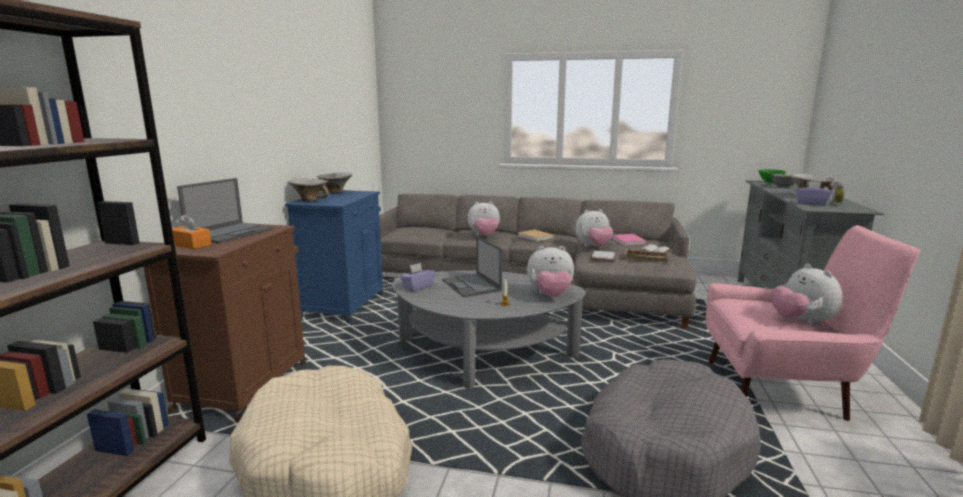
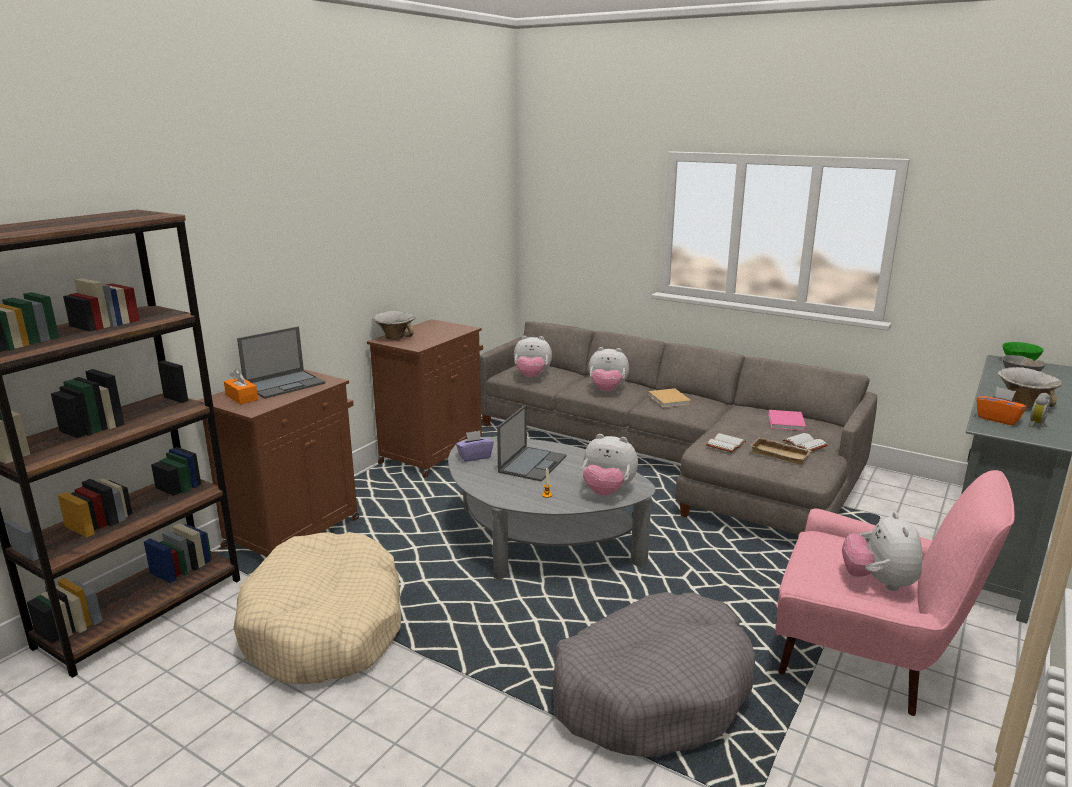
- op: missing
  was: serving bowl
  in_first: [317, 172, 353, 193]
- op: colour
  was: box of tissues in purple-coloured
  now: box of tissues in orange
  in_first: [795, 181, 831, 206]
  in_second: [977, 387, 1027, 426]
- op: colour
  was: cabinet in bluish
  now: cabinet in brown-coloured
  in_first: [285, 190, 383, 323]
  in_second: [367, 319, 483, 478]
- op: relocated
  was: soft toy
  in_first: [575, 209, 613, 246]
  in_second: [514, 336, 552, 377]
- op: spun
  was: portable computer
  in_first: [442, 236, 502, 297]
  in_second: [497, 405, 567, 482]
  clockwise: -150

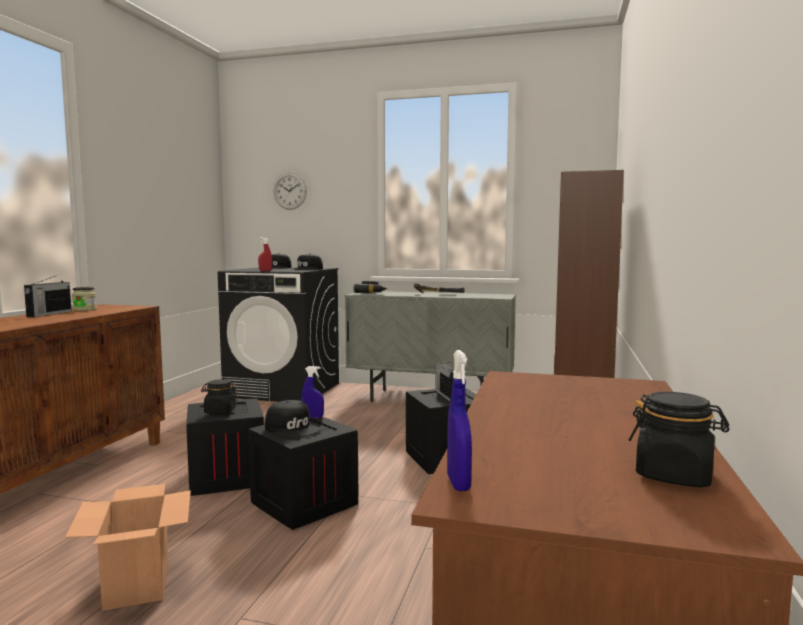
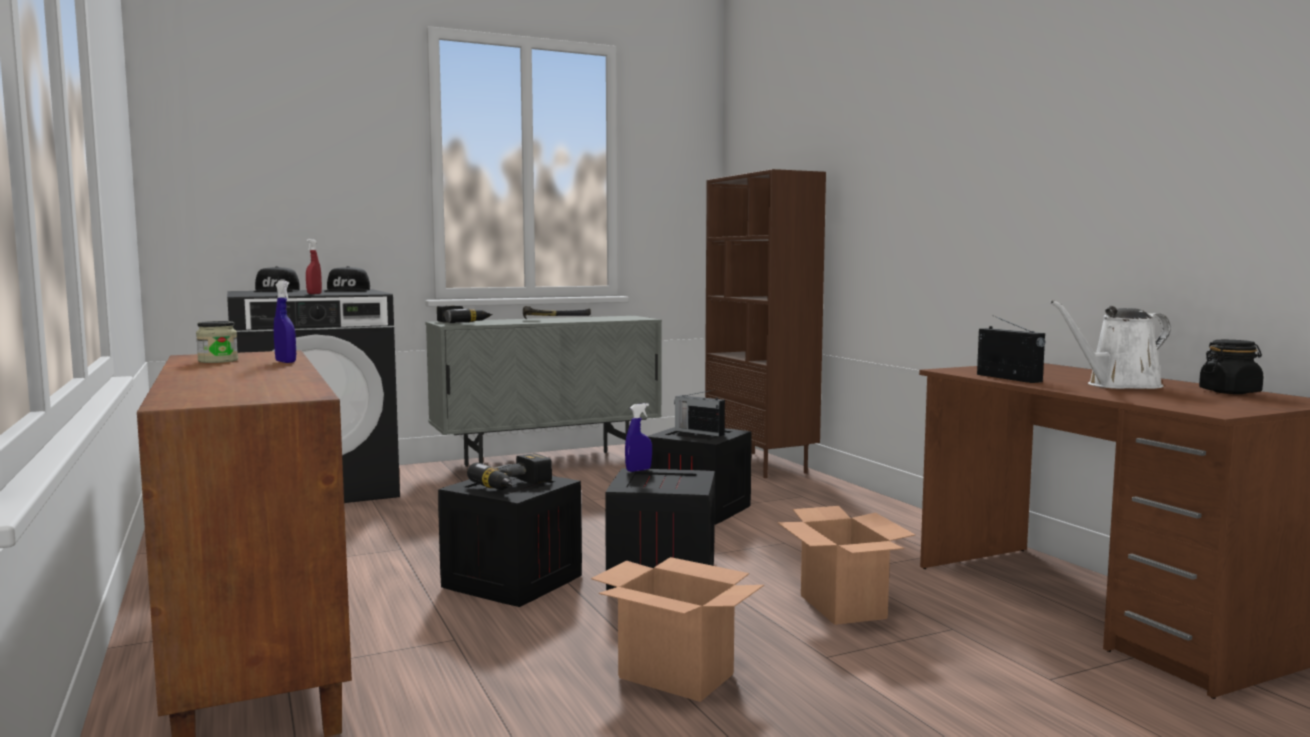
- op: missing
  was: hanging clock
  in_first: [273, 173, 307, 210]
- op: relocated
  was: radio receiver
  in_first: [24, 275, 72, 317]
  in_second: [977, 315, 1046, 383]
- op: relocated
  was: spray bottle in bluish
  in_first: [447, 350, 472, 491]
  in_second: [274, 281, 296, 363]
- op: exchanged
  was: jar in black
  now: electric drill
  in_first: [201, 379, 237, 414]
  in_second: [467, 453, 552, 490]
- op: missing
  was: baseball cap in black
  in_first: [265, 400, 320, 438]
- op: appeared
  now: watering pot in white-coloured
  in_second: [1050, 300, 1171, 389]
- op: appeared
  now: cardboard box
  in_second: [778, 506, 915, 625]

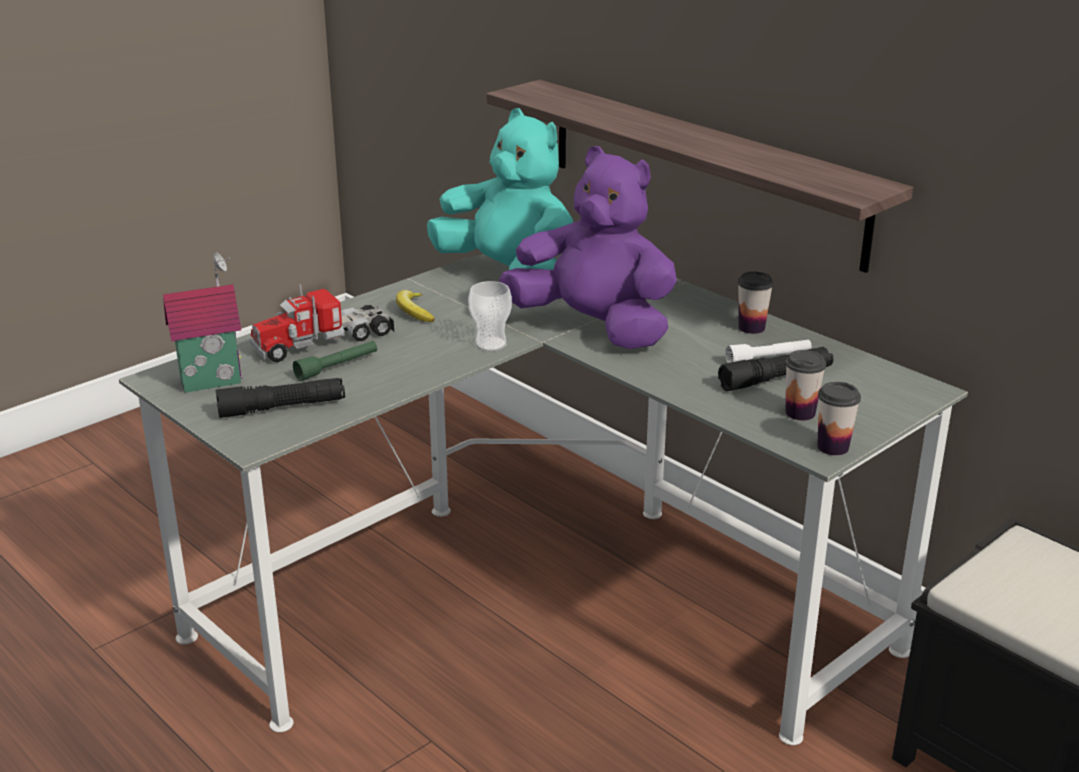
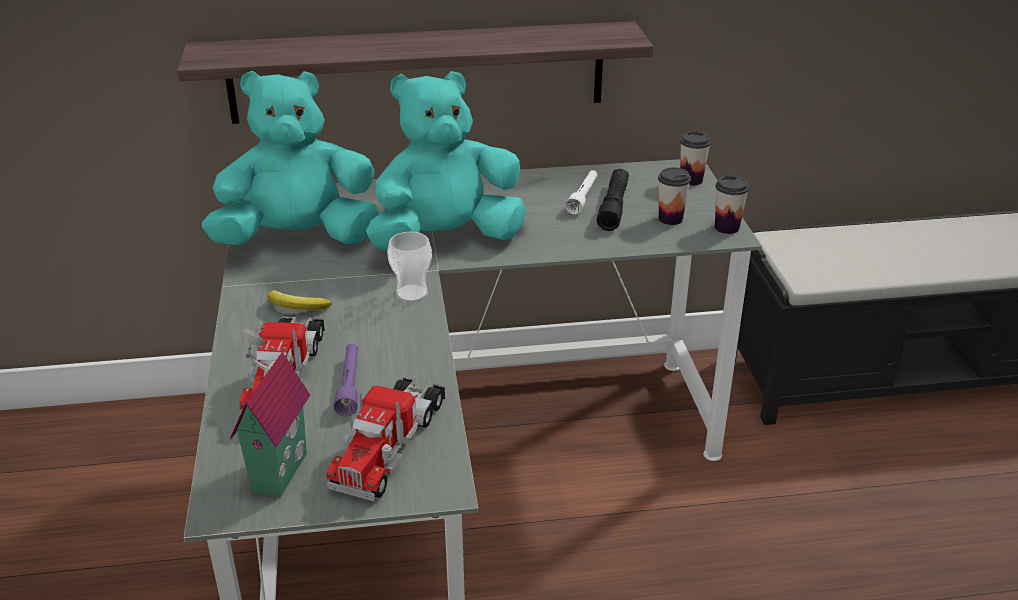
- op: colour
  was: soft toy in purple-coloured
  now: soft toy in blue-green
  in_first: [499, 146, 677, 349]
  in_second: [366, 71, 526, 250]
- op: relocated
  was: drinking cup
  in_first: [738, 271, 774, 334]
  in_second: [680, 131, 711, 186]
- op: colour
  was: torch in green
  now: torch in purple-coloured
  in_first: [293, 341, 377, 381]
  in_second: [334, 344, 358, 416]
- op: exchanged
  was: torch in black
  now: model truck
  in_first: [216, 378, 345, 418]
  in_second: [326, 377, 445, 501]

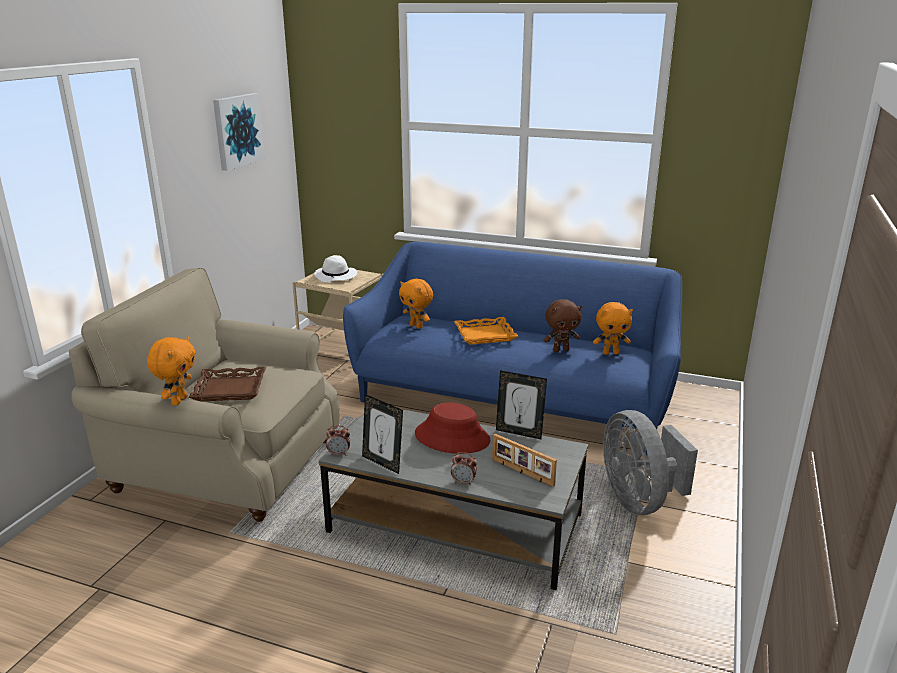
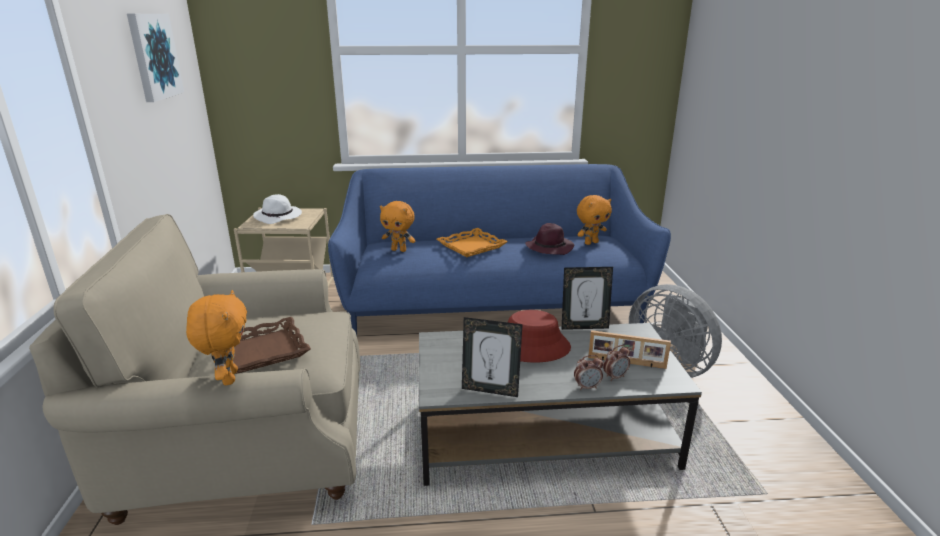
- op: exchanged
  was: soft toy in brown-coloured
  now: wearable hat in purple-coloured
  in_first: [544, 299, 582, 352]
  in_second: [525, 223, 574, 255]
- op: relocated
  was: table clock
  in_first: [326, 425, 350, 456]
  in_second: [603, 345, 630, 381]

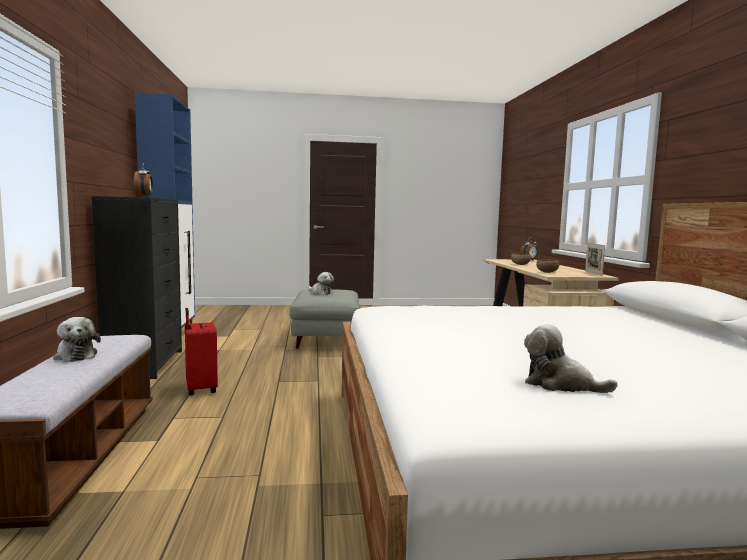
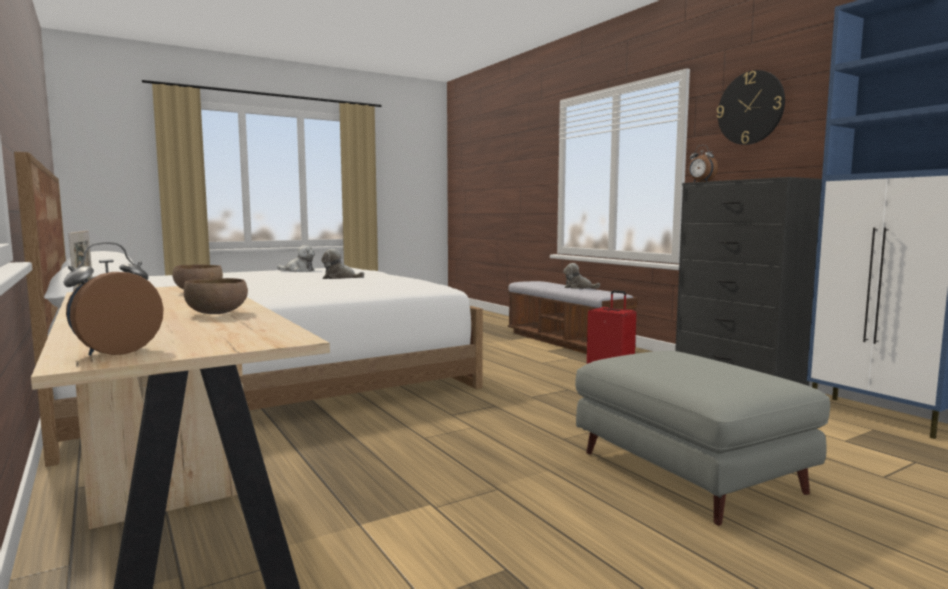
- op: relocated
  was: soft toy
  in_first: [308, 272, 334, 295]
  in_second: [321, 249, 364, 279]
- op: appeared
  now: hanging clock
  in_second: [717, 70, 785, 145]

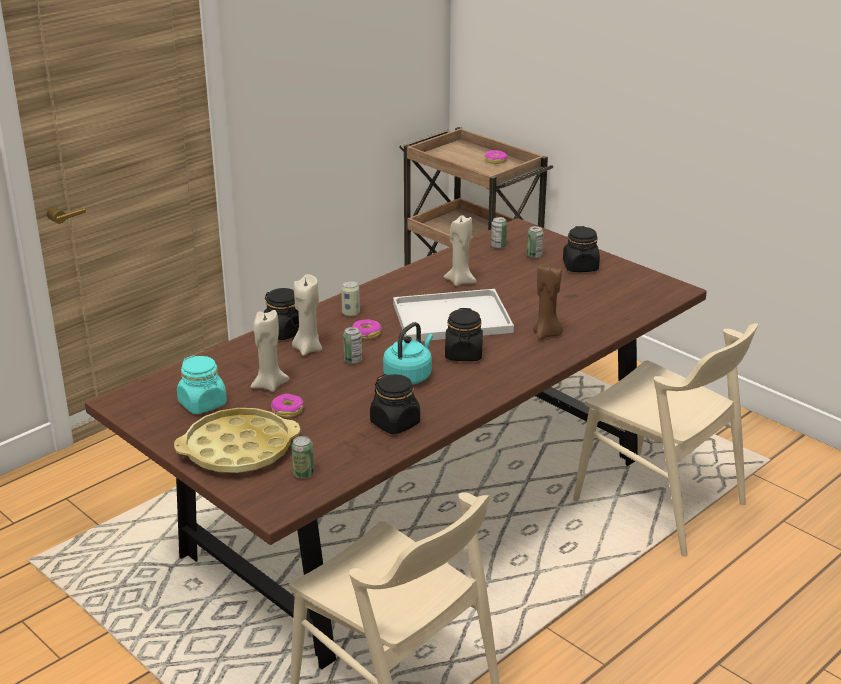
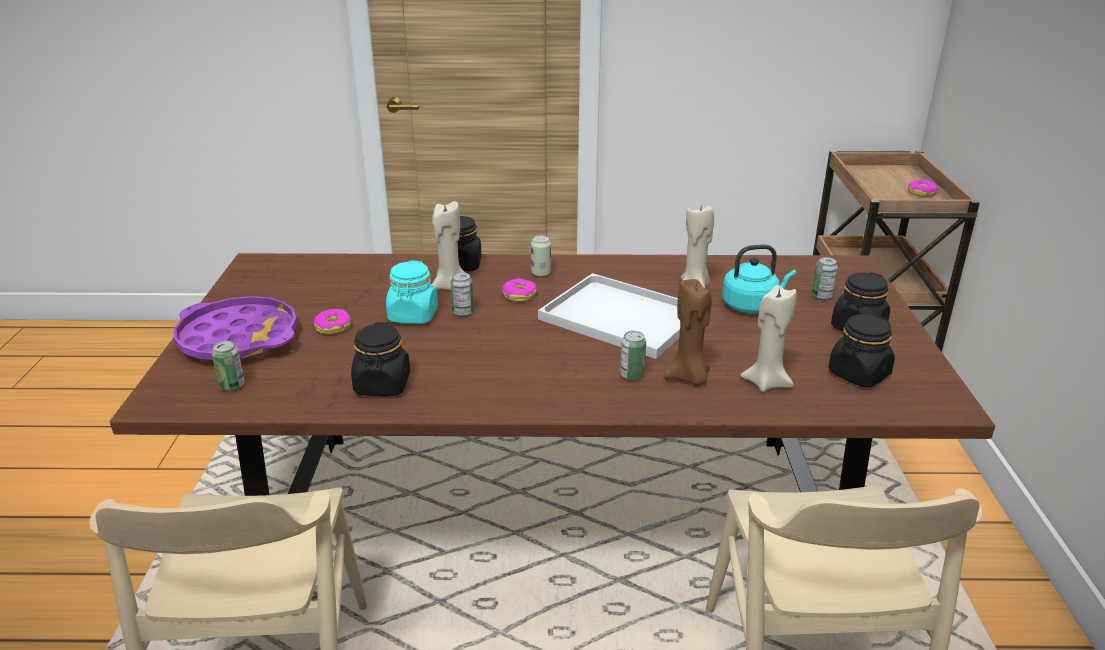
- op: relocated
  was: sealed can
  in_first: [491, 217, 507, 249]
  in_second: [620, 331, 646, 380]
- op: relocated
  was: jar in black
  in_first: [445, 308, 483, 361]
  in_second: [828, 314, 895, 387]
- op: relocated
  was: wax light in beige
  in_first: [251, 310, 290, 392]
  in_second: [741, 285, 797, 392]
- op: relocated
  was: water kettle in blue-green
  in_first: [383, 322, 433, 385]
  in_second: [722, 245, 796, 314]
- op: relocated
  was: jar in blue-green
  in_first: [177, 355, 227, 414]
  in_second: [386, 260, 438, 324]
- op: colour
  was: carrying tray in yellowish
  now: carrying tray in purple-coloured
  in_first: [174, 408, 300, 473]
  in_second: [174, 296, 297, 361]

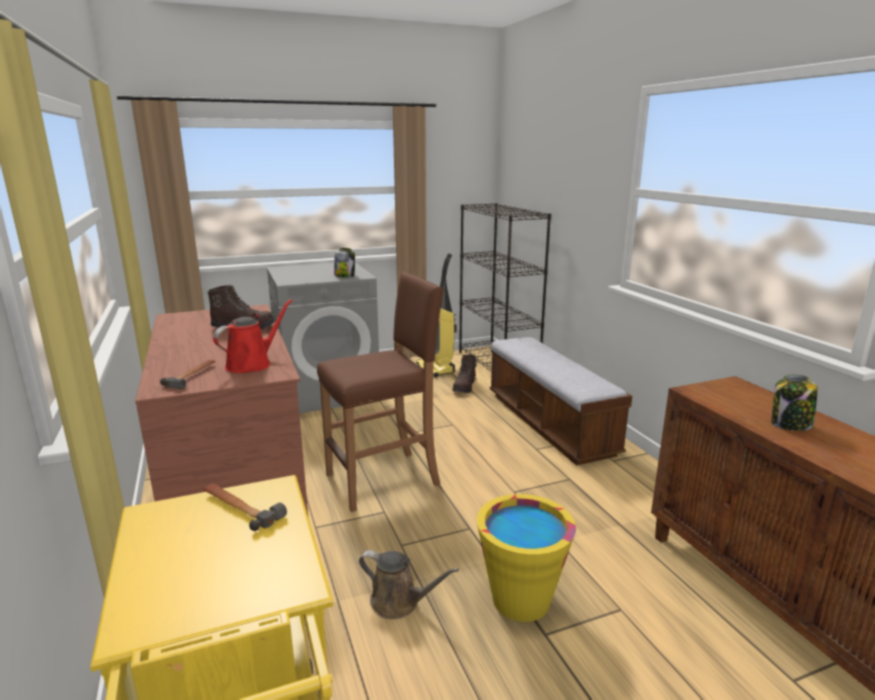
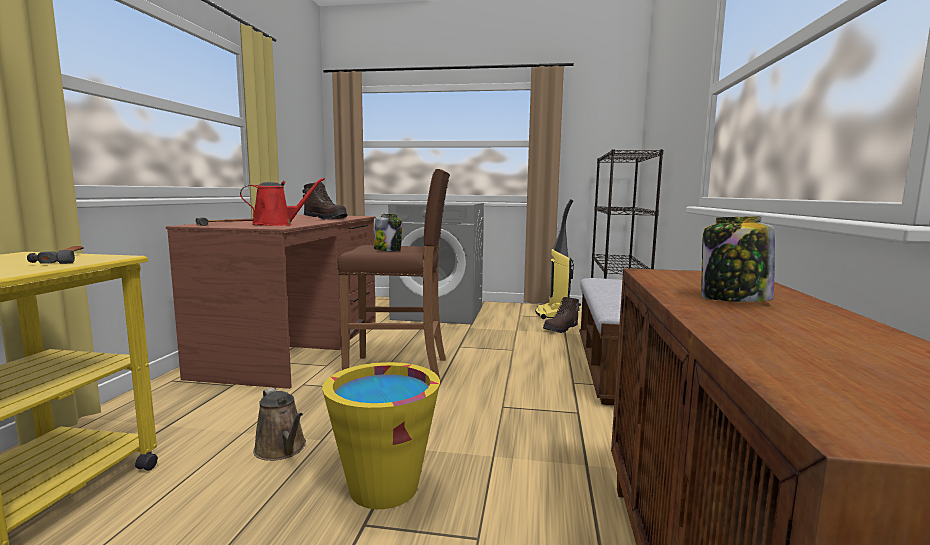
- op: relocated
  was: jar
  in_first: [334, 248, 355, 278]
  in_second: [374, 214, 402, 251]

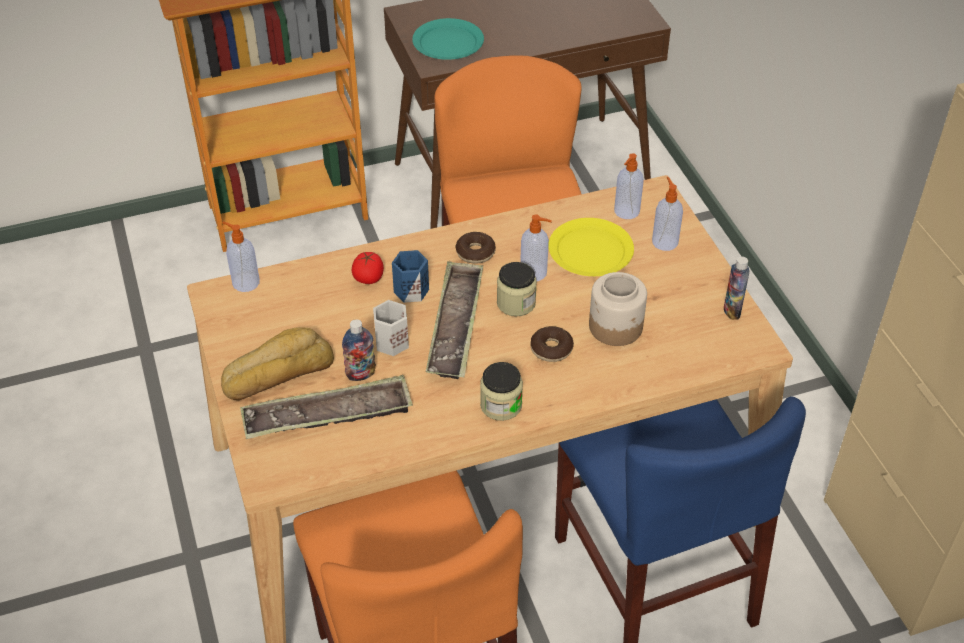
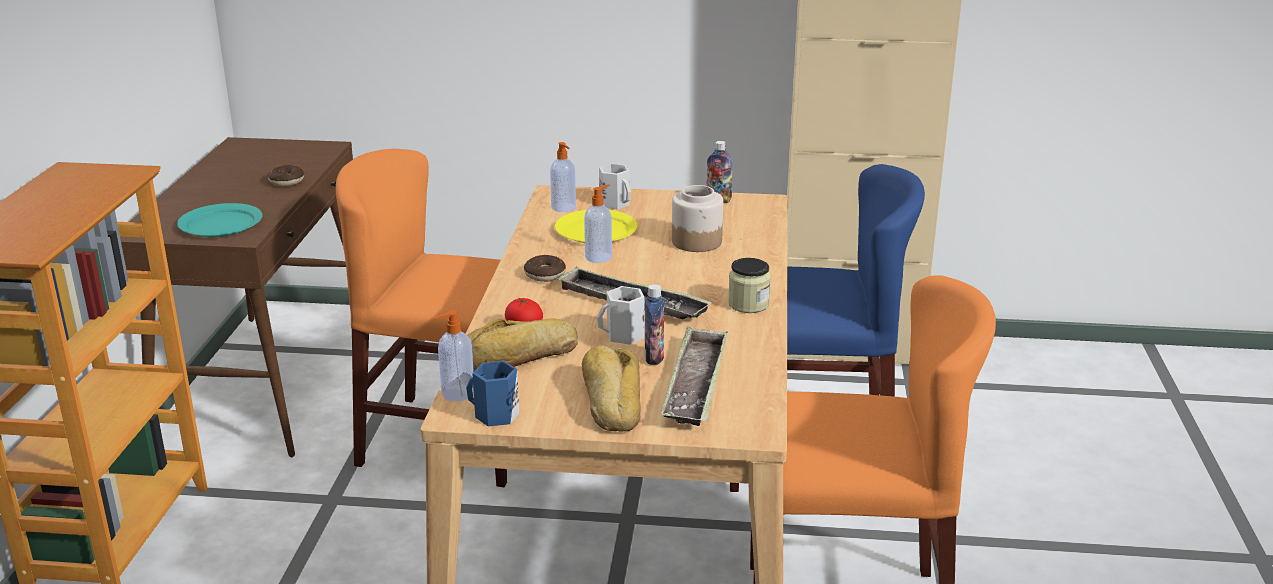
- op: exchanged
  was: soap bottle
  now: coffee mug in white-coloured
  in_first: [652, 177, 683, 251]
  in_second: [599, 164, 631, 209]
- op: relocated
  was: coffee mug in bluish
  in_first: [392, 250, 429, 303]
  in_second: [466, 361, 519, 426]
- op: missing
  was: jar
  in_first: [497, 262, 537, 316]
- op: relocated
  was: doughnut
  in_first: [530, 326, 574, 362]
  in_second: [268, 165, 304, 187]
- op: appeared
  now: bread
  in_second: [467, 318, 578, 371]

